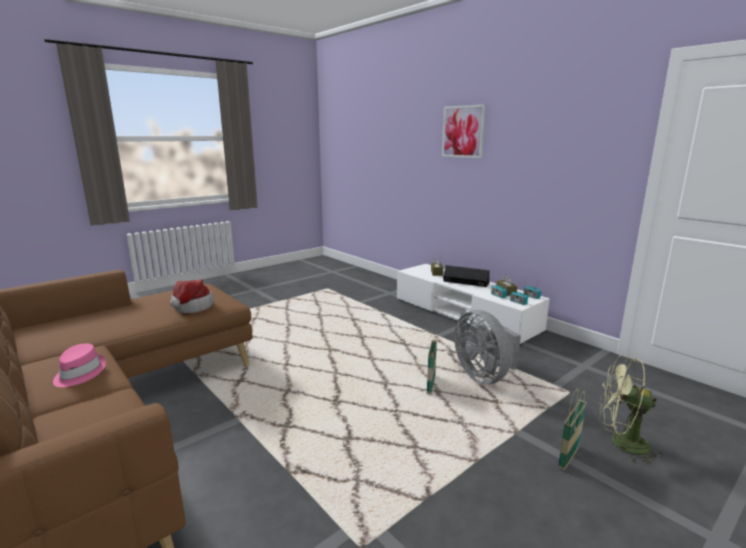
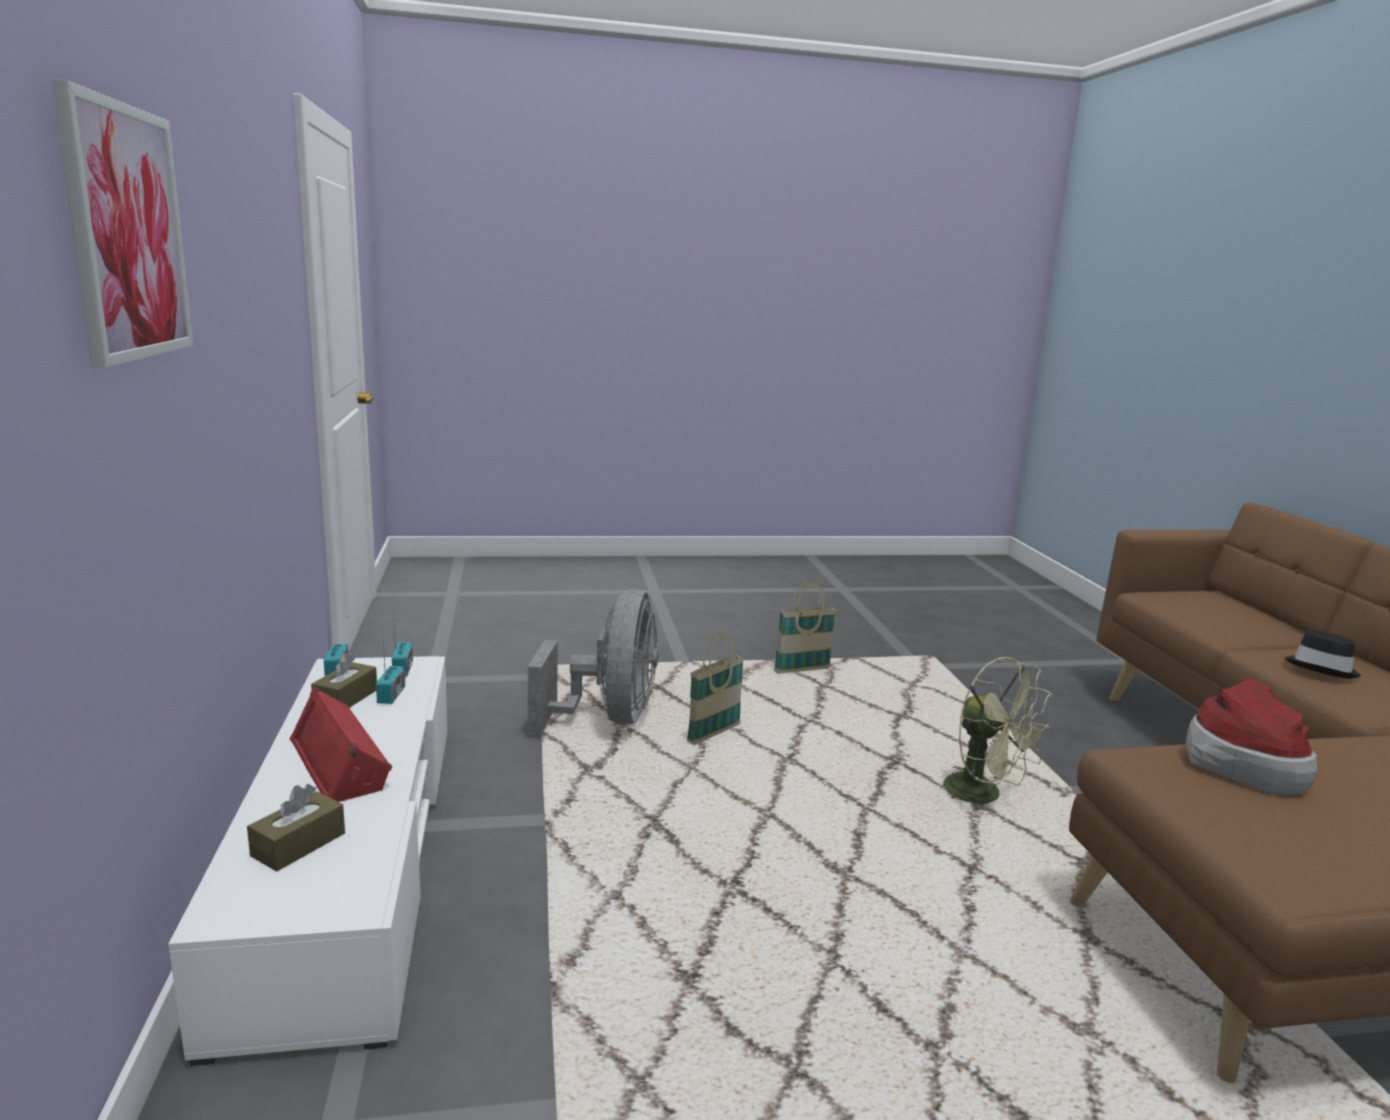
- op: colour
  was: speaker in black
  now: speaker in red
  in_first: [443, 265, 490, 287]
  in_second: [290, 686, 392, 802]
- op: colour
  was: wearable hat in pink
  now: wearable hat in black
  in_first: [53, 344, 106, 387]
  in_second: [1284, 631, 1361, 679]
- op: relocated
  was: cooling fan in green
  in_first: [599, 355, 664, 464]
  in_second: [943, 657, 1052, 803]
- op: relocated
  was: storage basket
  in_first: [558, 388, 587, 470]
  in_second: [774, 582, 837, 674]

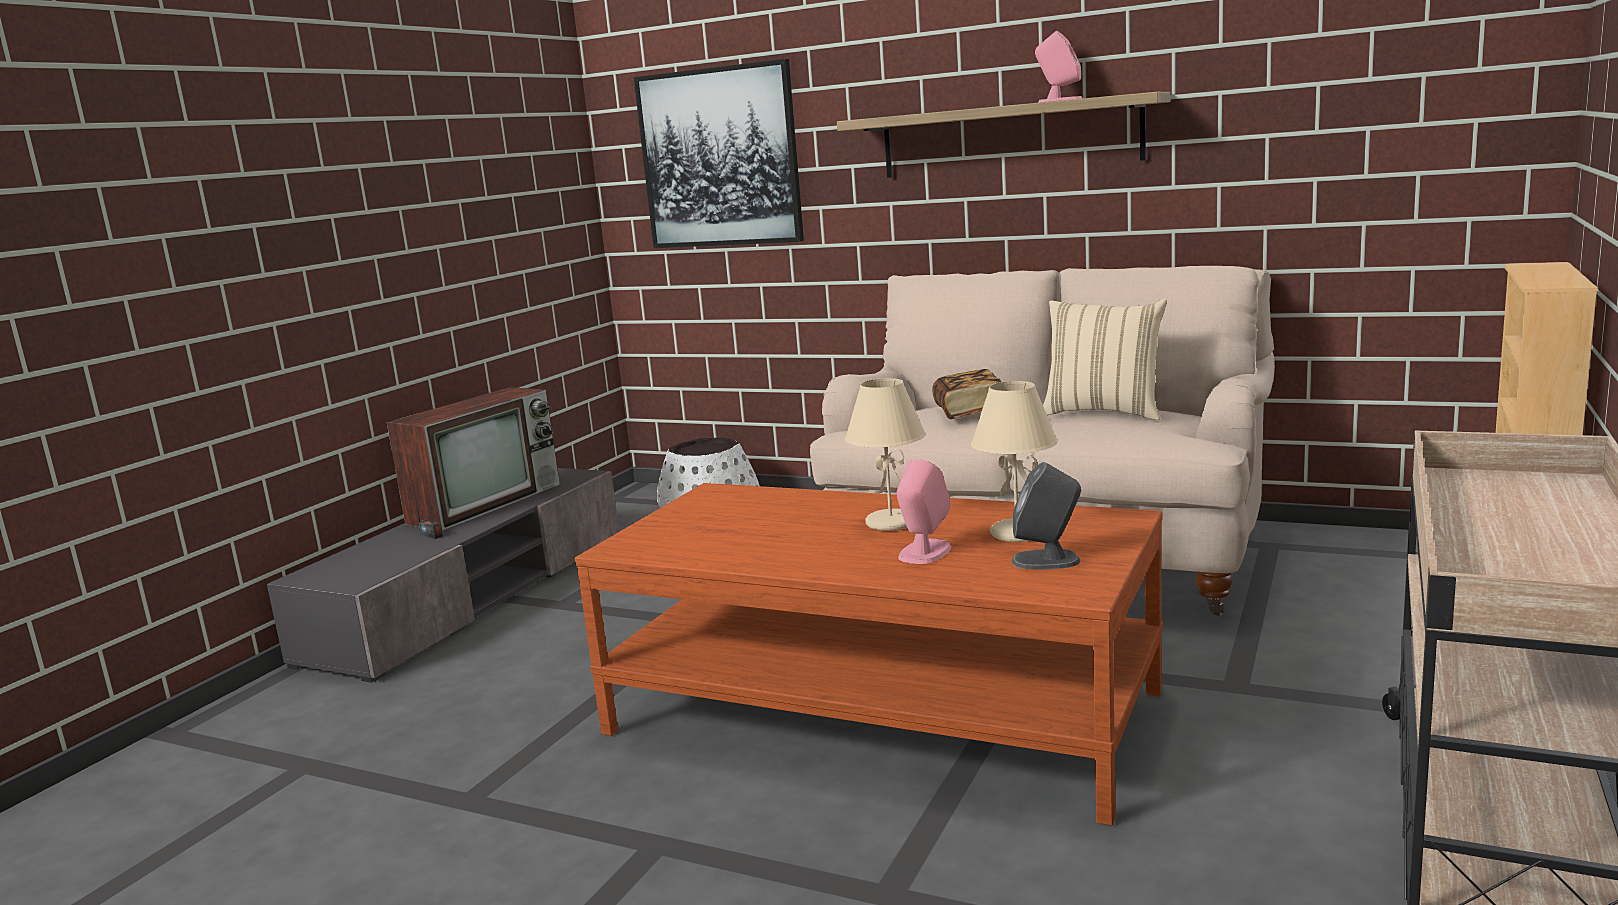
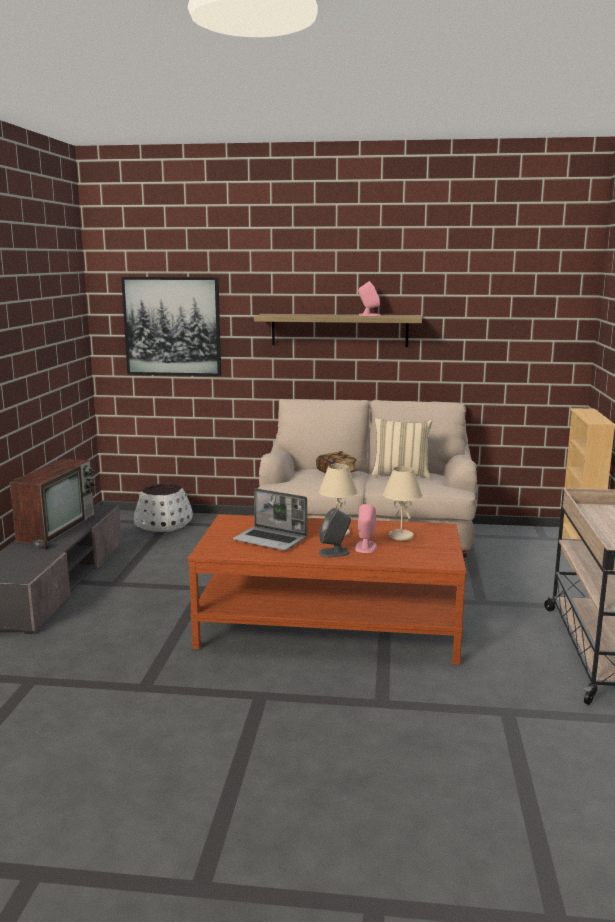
- op: relocated
  was: speaker in greyish
  in_first: [1012, 462, 1081, 569]
  in_second: [319, 508, 351, 557]
- op: appeared
  now: portable computer
  in_second: [232, 488, 307, 551]

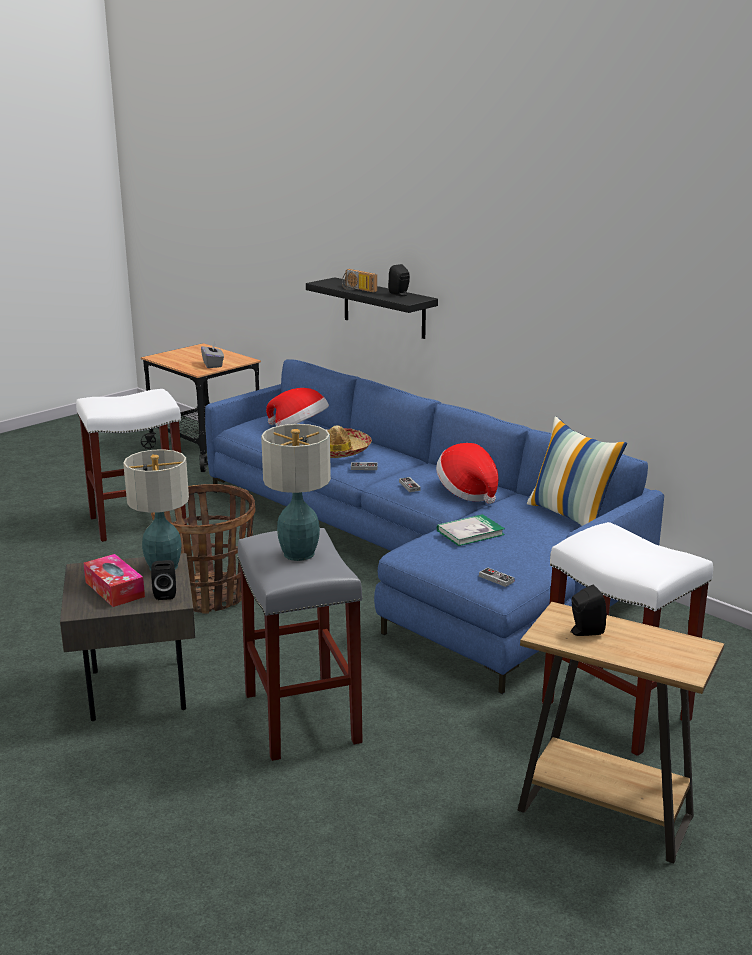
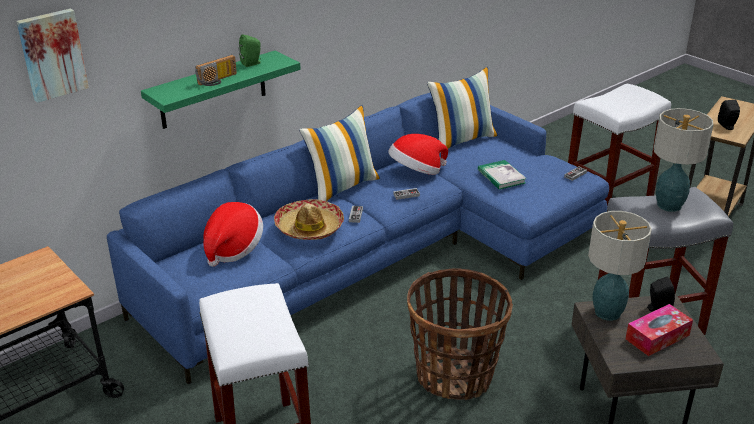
- op: colour
  was: speaker in black
  now: speaker in green
  in_first: [388, 264, 410, 296]
  in_second: [239, 34, 261, 67]
- op: colour
  was: shelf in black
  now: shelf in green
  in_first: [306, 277, 438, 339]
  in_second: [141, 51, 301, 129]
- op: missing
  was: box of tissues in greyish
  in_first: [201, 340, 224, 368]
- op: appeared
  now: wall picture
  in_second: [16, 8, 89, 103]
- op: appeared
  now: throw pillow
  in_second: [299, 105, 380, 201]

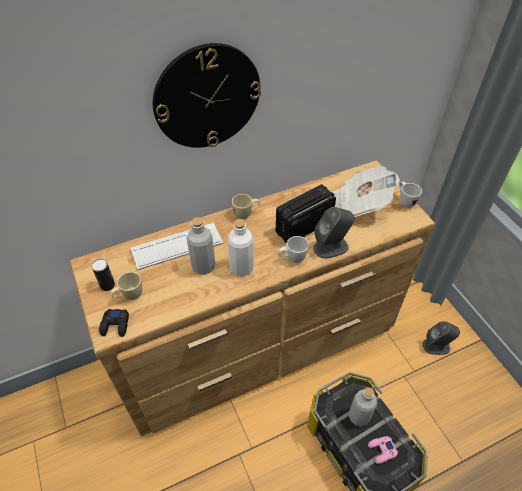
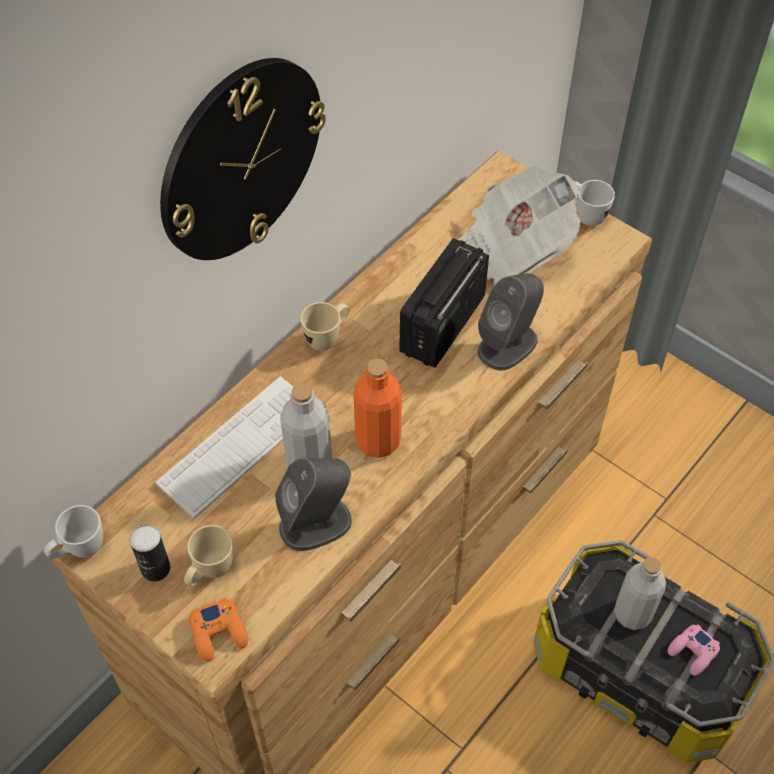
- op: colour
  was: bottle in white-coloured
  now: bottle in orange
  in_first: [228, 219, 254, 276]
  in_second: [353, 359, 402, 458]
- op: relocated
  was: coffee mug in white-coloured
  in_first: [278, 236, 309, 263]
  in_second: [44, 505, 103, 559]
- op: colour
  was: gamepad in black
  now: gamepad in orange
  in_first: [99, 309, 129, 337]
  in_second: [189, 598, 248, 662]
- op: relocated
  was: speaker in greyish
  in_first: [423, 321, 460, 355]
  in_second: [275, 458, 352, 551]

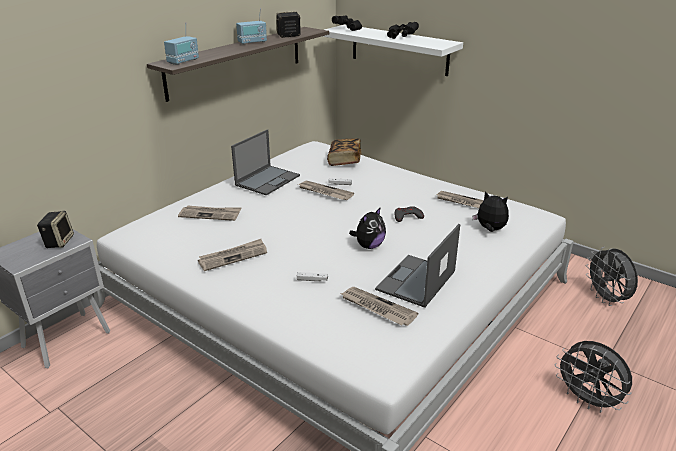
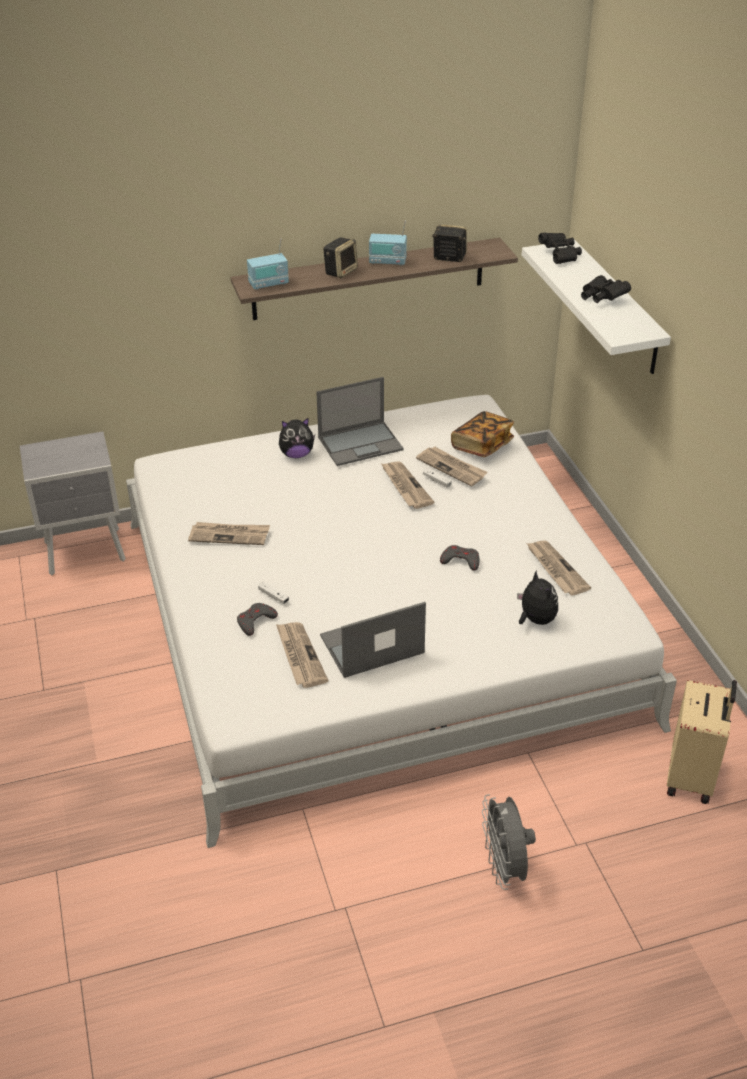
- op: relocated
  was: printed paper
  in_first: [178, 206, 241, 221]
  in_second: [416, 447, 488, 486]
- op: relocated
  was: soft toy
  in_first: [349, 207, 386, 249]
  in_second: [279, 418, 315, 458]
- op: relocated
  was: speaker
  in_first: [37, 211, 74, 248]
  in_second: [323, 237, 358, 278]
- op: exchanged
  was: cooling fan in greyish
  now: travel case in beige
  in_first: [585, 247, 638, 306]
  in_second: [667, 680, 737, 804]
- op: appeared
  now: gamepad in greyish
  in_second: [237, 603, 278, 636]

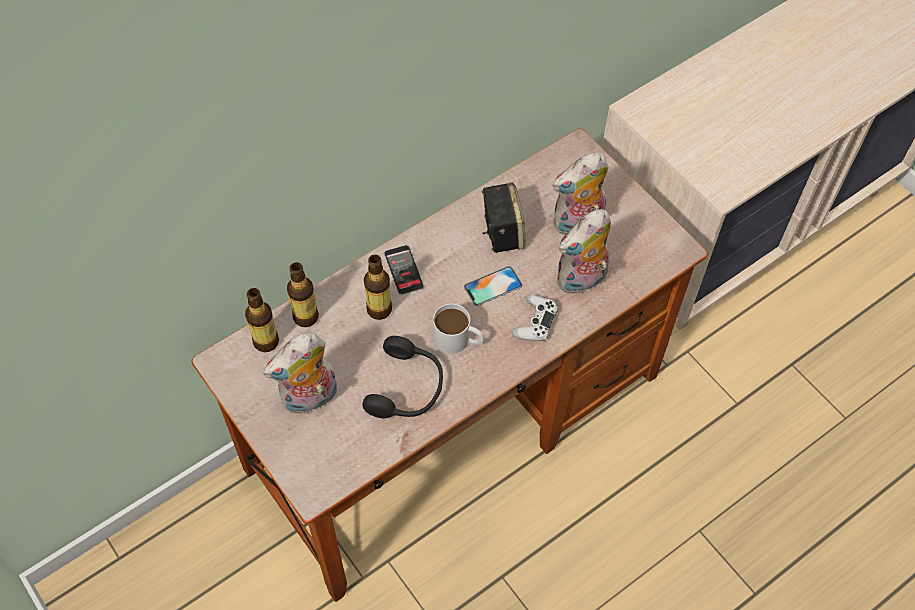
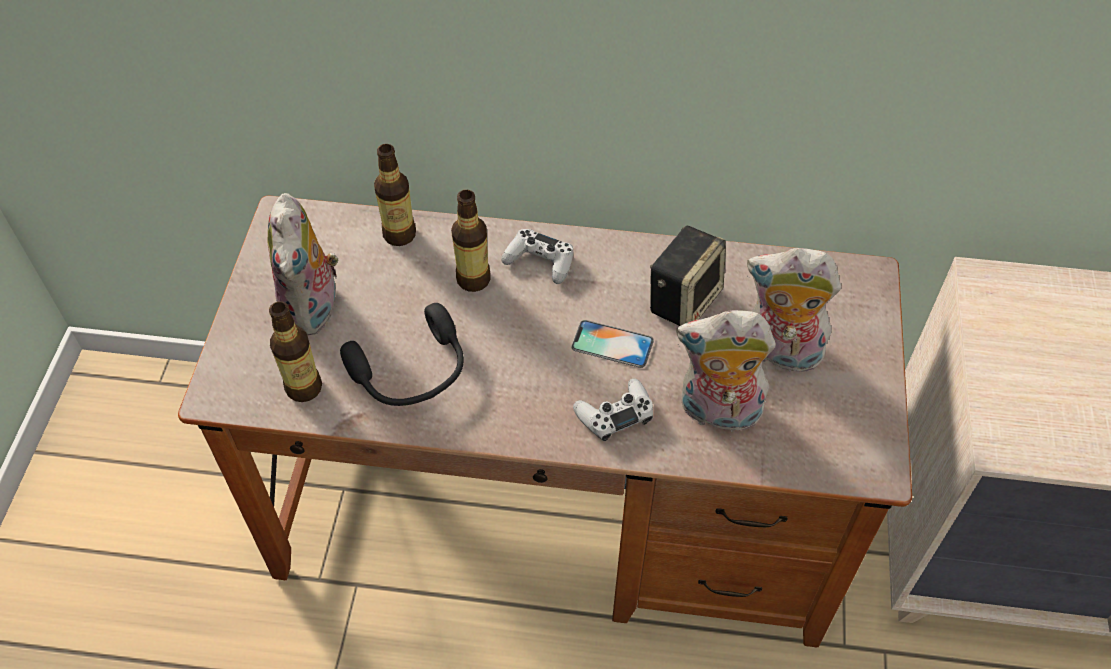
- op: exchanged
  was: phone
  now: gamepad in white-coloured
  in_first: [384, 245, 424, 295]
  in_second: [501, 229, 573, 284]
- op: relocated
  was: bottle
  in_first: [245, 288, 279, 352]
  in_second: [269, 301, 322, 402]
- op: missing
  was: coffee mug in white-coloured
  in_first: [433, 304, 484, 354]
- op: spun
  was: soft toy
  in_first: [263, 333, 337, 414]
  in_second: [268, 193, 338, 336]
  clockwise: -105

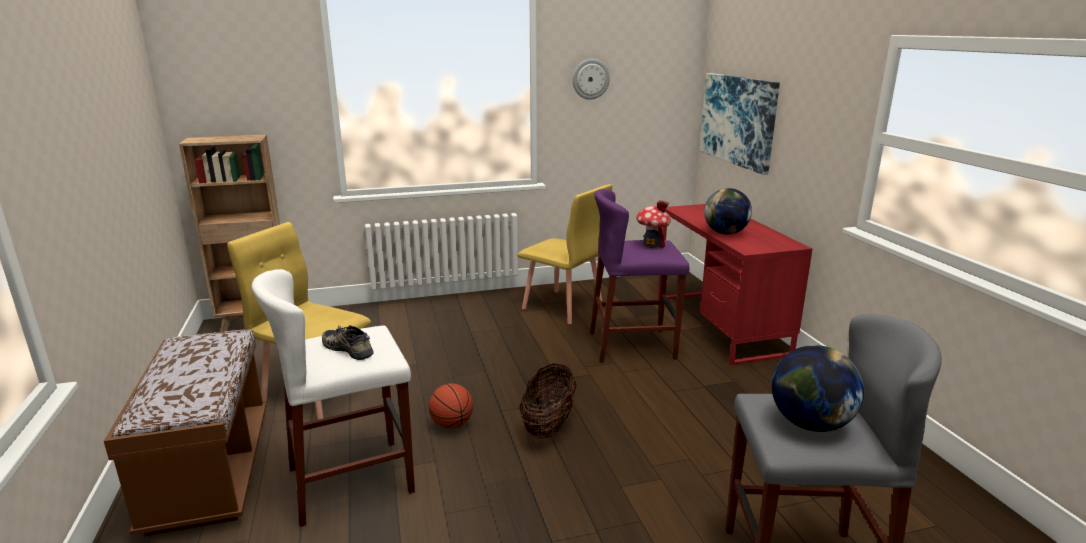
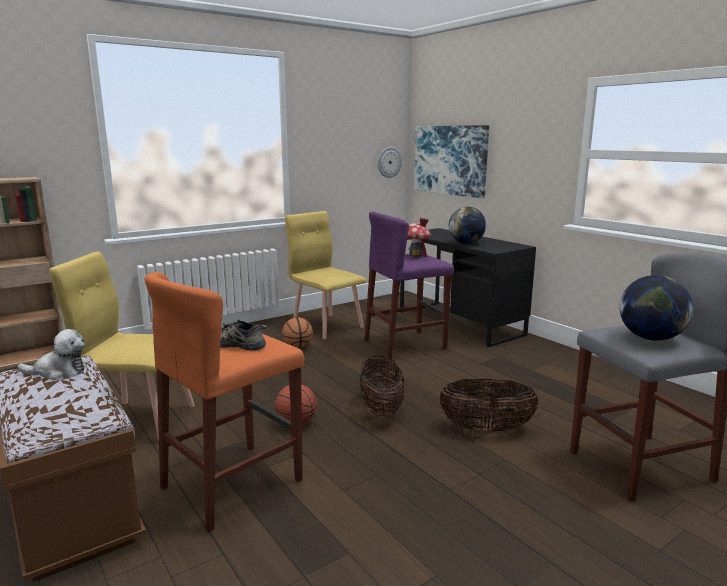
- op: relocated
  was: hanging clock
  in_first: [573, 59, 610, 100]
  in_second: [378, 147, 402, 178]
- op: spun
  was: plain chair in yellowish
  in_first: [517, 184, 612, 324]
  in_second: [285, 211, 367, 339]
  clockwise: -150
- op: colour
  was: desk in red
  now: desk in black
  in_first: [658, 204, 812, 365]
  in_second: [400, 228, 536, 347]
- op: colour
  was: stool seat in white-coloured
  now: stool seat in orange
  in_first: [252, 269, 415, 527]
  in_second: [145, 272, 305, 532]
- op: appeared
  now: ball for basketball
  in_second: [282, 317, 313, 348]
- op: appeared
  now: soft toy
  in_second: [17, 329, 87, 380]
- op: appeared
  now: storage basket
  in_second: [439, 379, 539, 432]

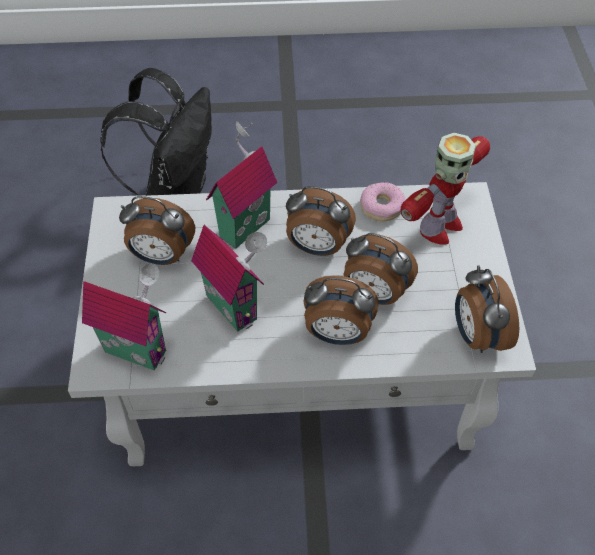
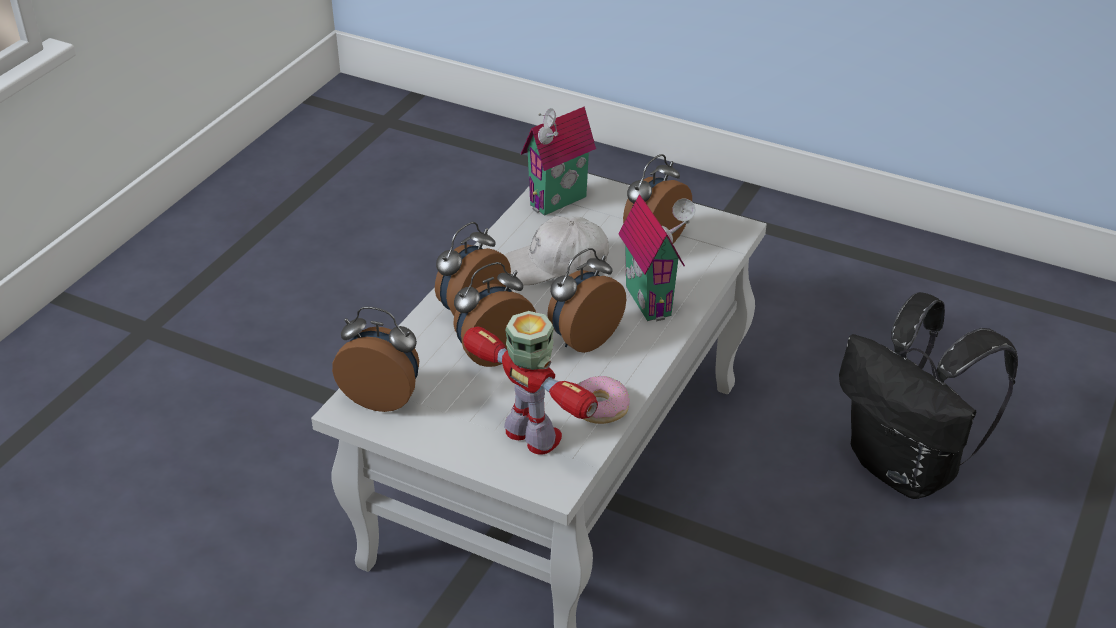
- op: spun
  was: robot figure
  in_first: [400, 133, 490, 245]
  in_second: [463, 311, 598, 454]
  clockwise: 150
- op: exchanged
  was: miniature house
  now: baseball cap in white-coloured
  in_first: [191, 225, 267, 332]
  in_second: [504, 216, 609, 285]

